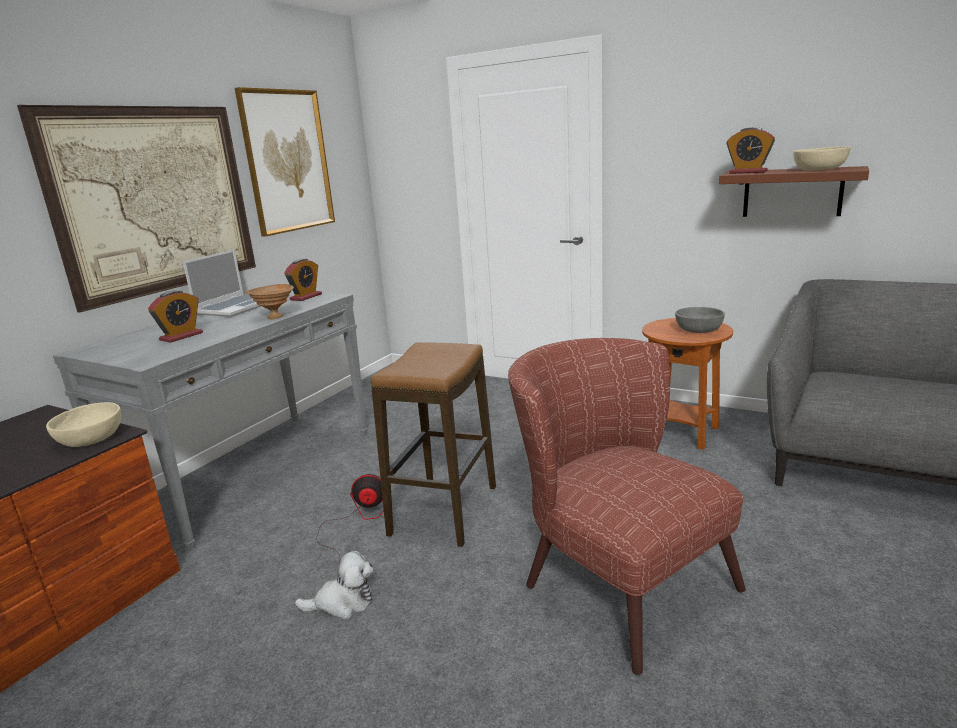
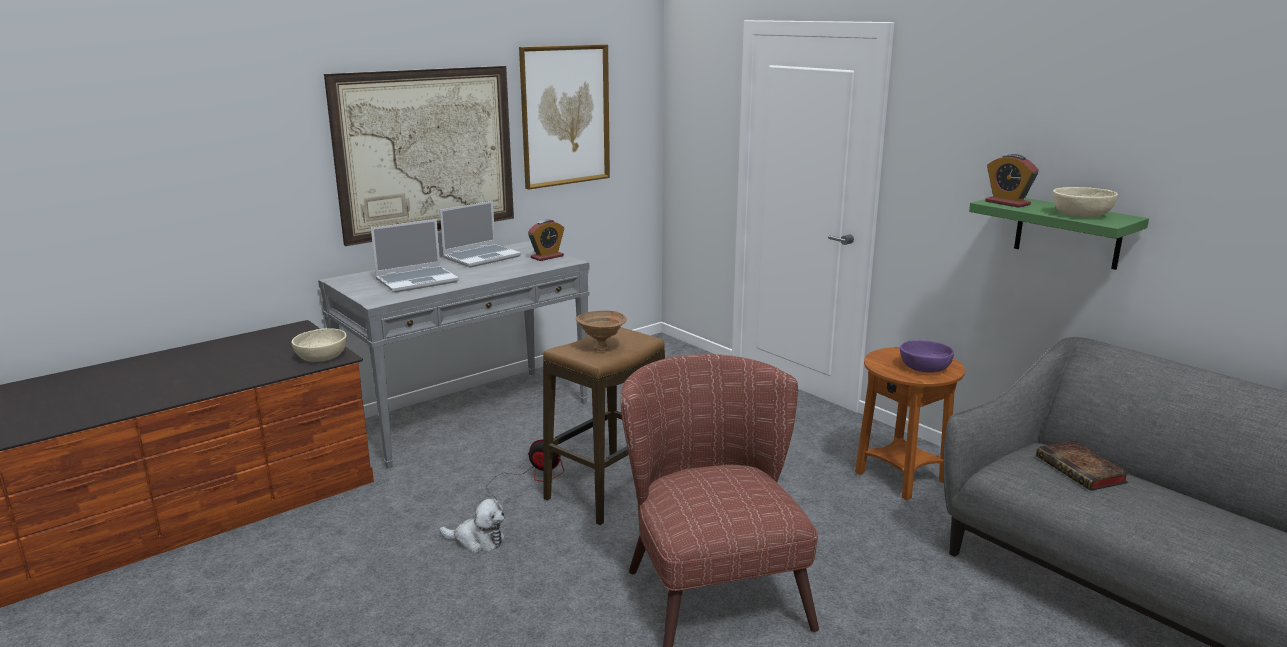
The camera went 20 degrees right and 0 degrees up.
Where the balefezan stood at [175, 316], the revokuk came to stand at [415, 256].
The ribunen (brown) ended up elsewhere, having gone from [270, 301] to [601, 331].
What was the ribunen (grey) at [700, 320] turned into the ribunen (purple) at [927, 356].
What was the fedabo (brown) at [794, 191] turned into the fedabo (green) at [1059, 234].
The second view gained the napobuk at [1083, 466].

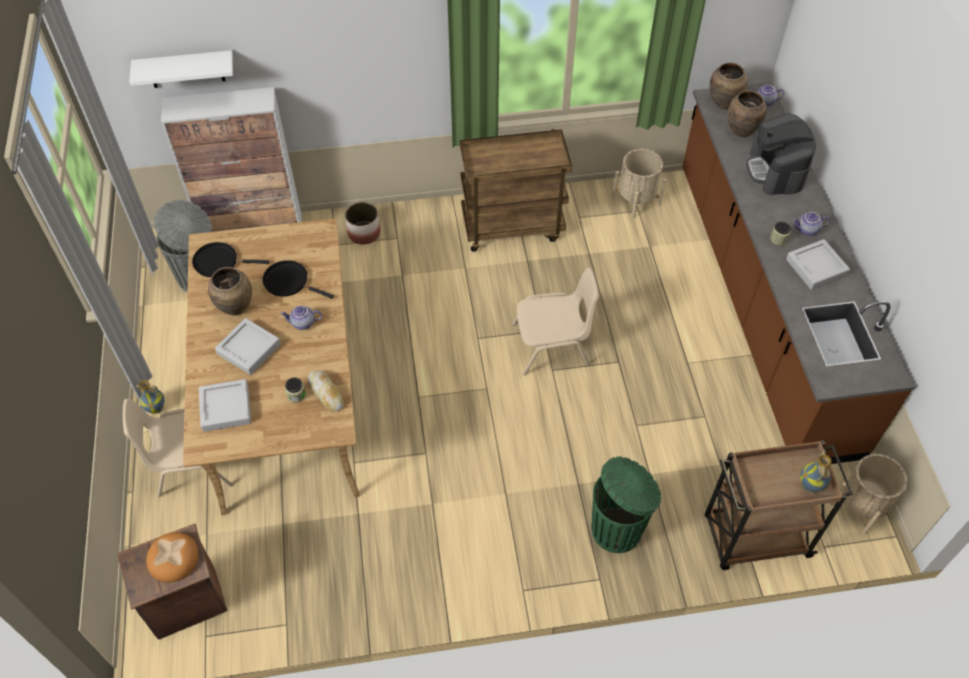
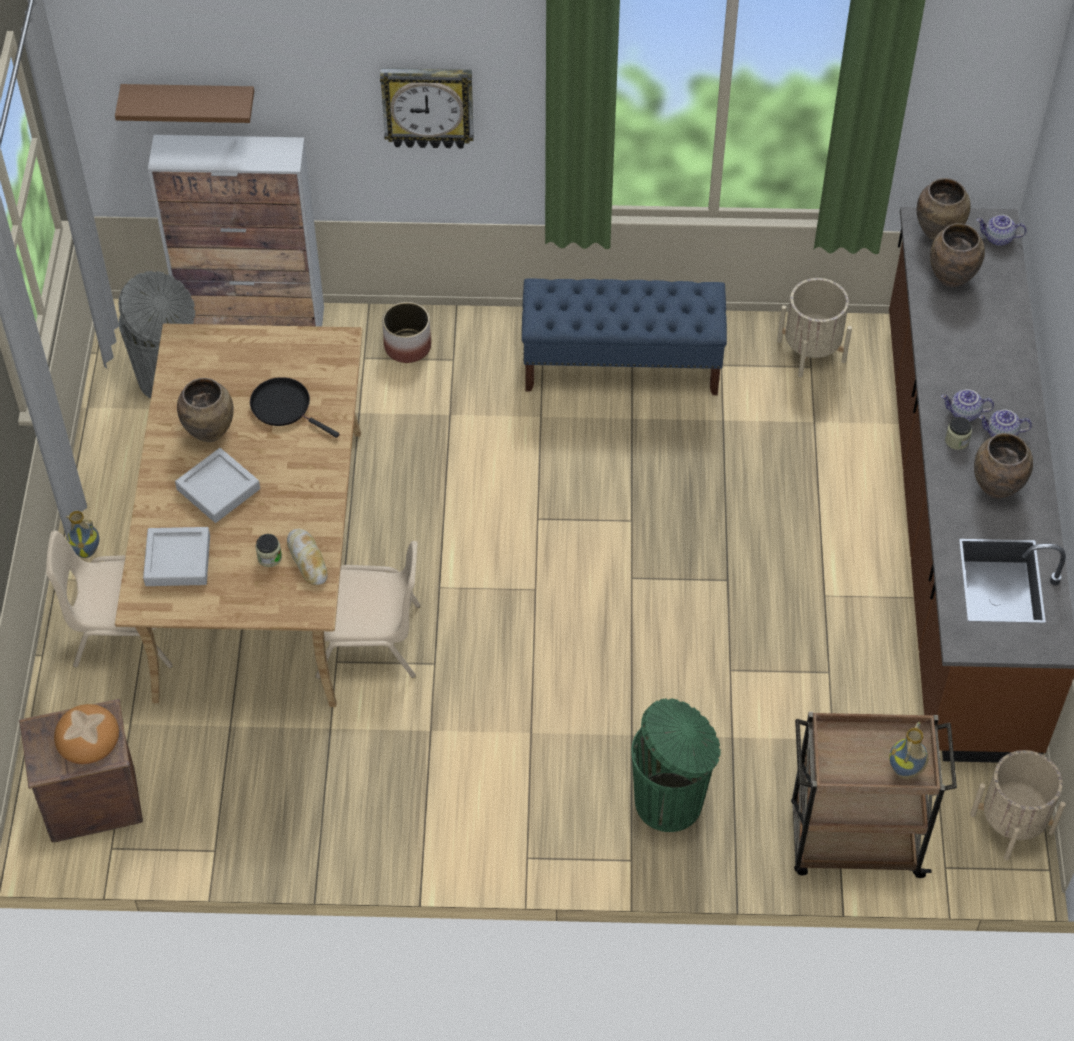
The camera went 10 degrees right and 0 degrees up.
What was the fedabo (white) at [181, 69] turned into the fedabo (brown) at [184, 103].
The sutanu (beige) ended up elsewhere, having gone from [556, 321] to [368, 610].
The second view gained the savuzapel at [427, 108].
Where the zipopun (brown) stood at [516, 190], the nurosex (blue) came to stand at [624, 336].
The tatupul ended up elsewhere, having gone from [301, 317] to [967, 405].
Where the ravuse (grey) stood at [818, 264], the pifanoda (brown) came to stand at [1003, 465].
The second view lost the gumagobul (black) at [230, 259].
The second view lost the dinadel at [781, 154].

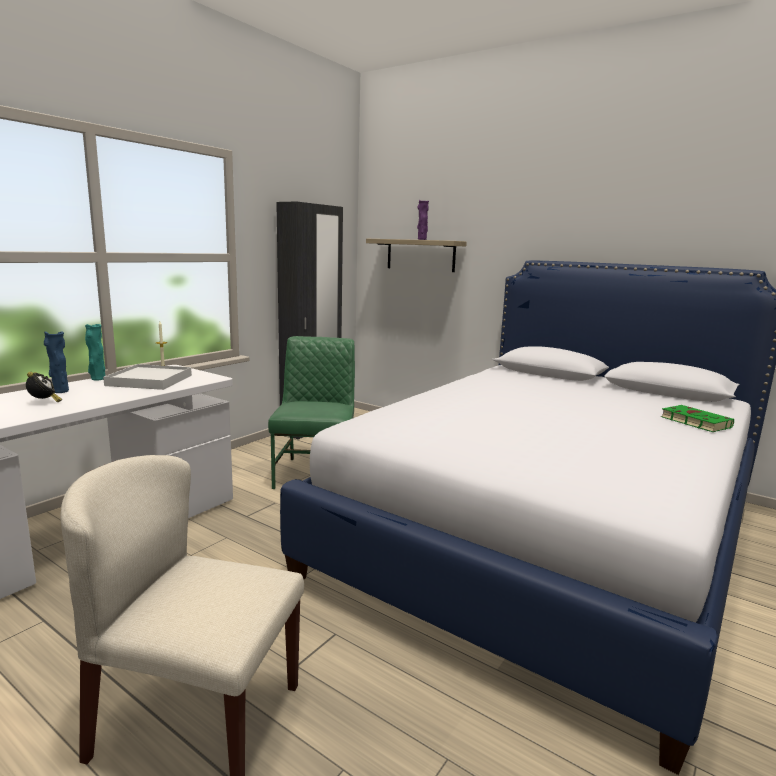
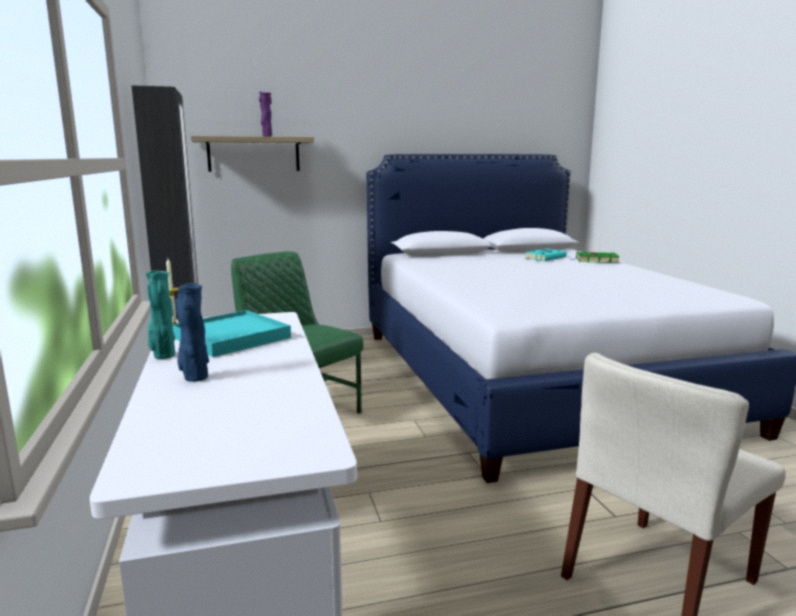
The camera went 50 degrees left and 0 degrees up.
What was the ravuse (white) at [147, 377] turned into the ravuse (turquoise) at [232, 333].
The second view gained the napobuk (turquoise) at [546, 254].
The second view lost the balefezan at [44, 387].

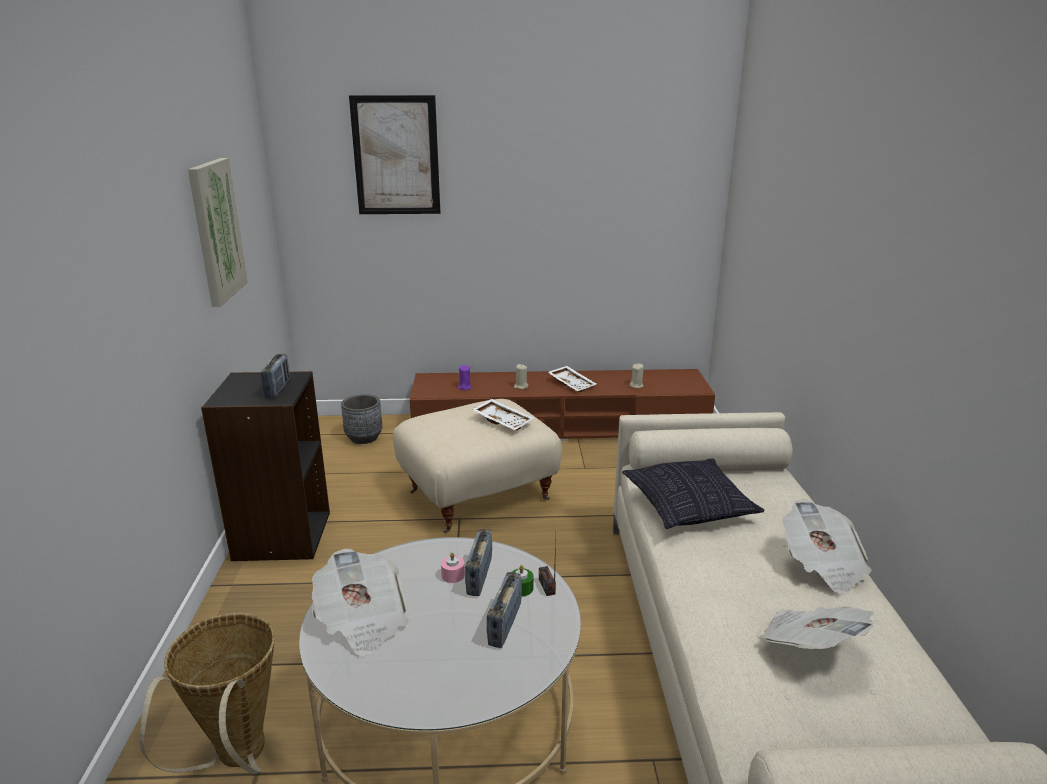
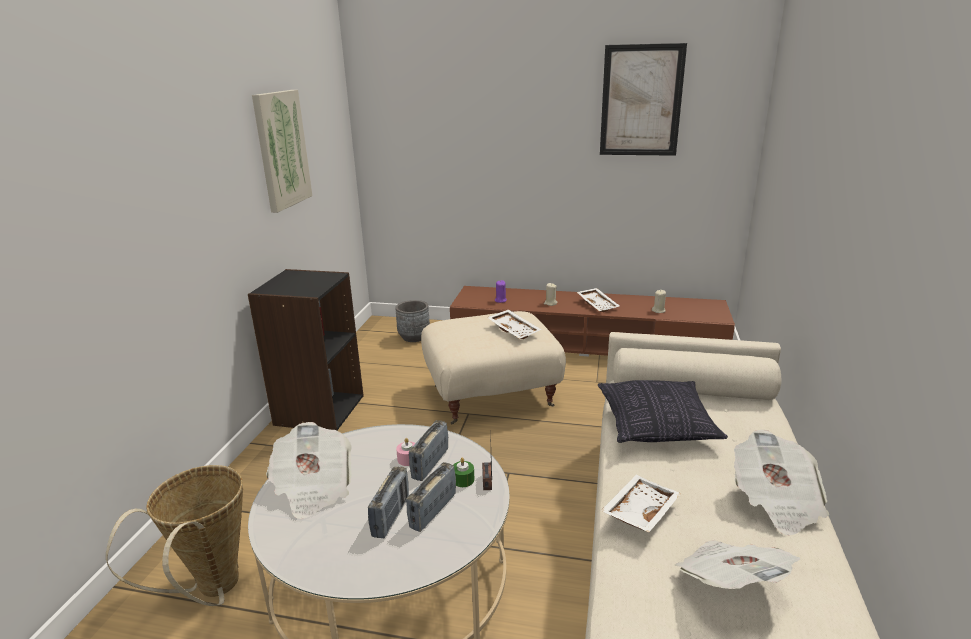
The camera went 15 degrees right and 0 degrees up.
The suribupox ended up elsewhere, having gone from [275, 376] to [388, 502].
The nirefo ended up elsewhere, having gone from [394, 154] to [643, 99].
The second view gained the ravuse (white) at [641, 503].

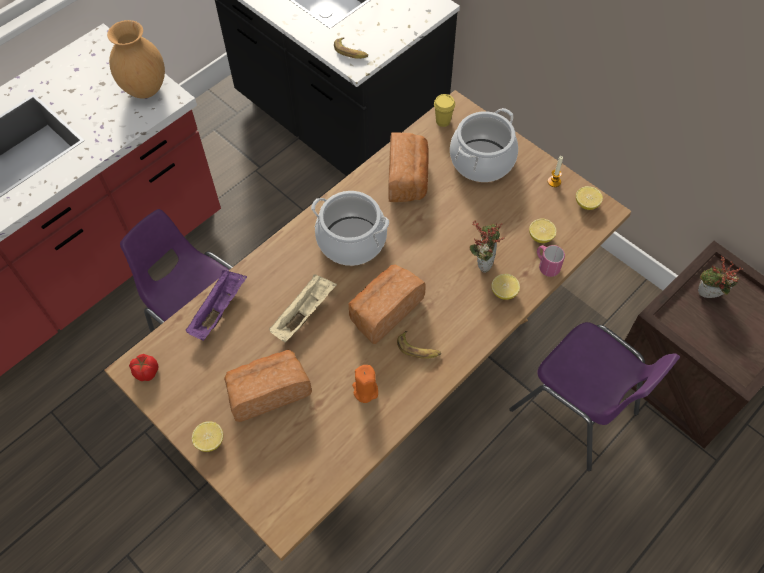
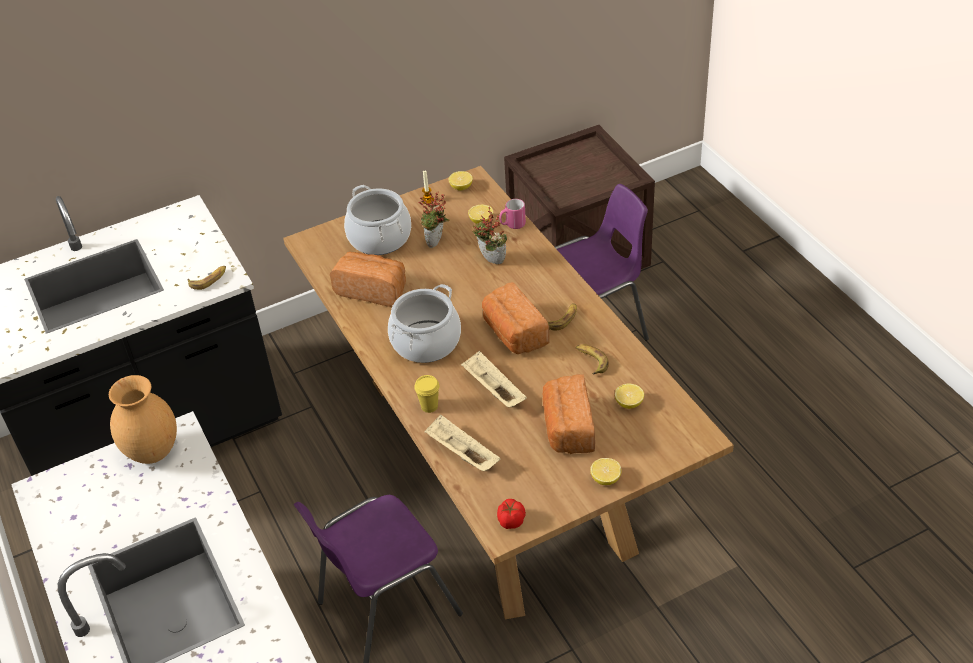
The camera went 70 degrees left and 15 degrees down.
The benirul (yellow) ended up elsewhere, having gone from [444, 110] to [426, 394].
The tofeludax ended up elsewhere, having gone from [720, 277] to [434, 219].
What was the ravuse (purple) at [216, 305] turned into the ravuse (beige) at [462, 442].
Where the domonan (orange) stood at [365, 384], the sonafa came to stand at [592, 359].
The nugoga ended up elsewhere, having gone from [505, 287] to [629, 396].

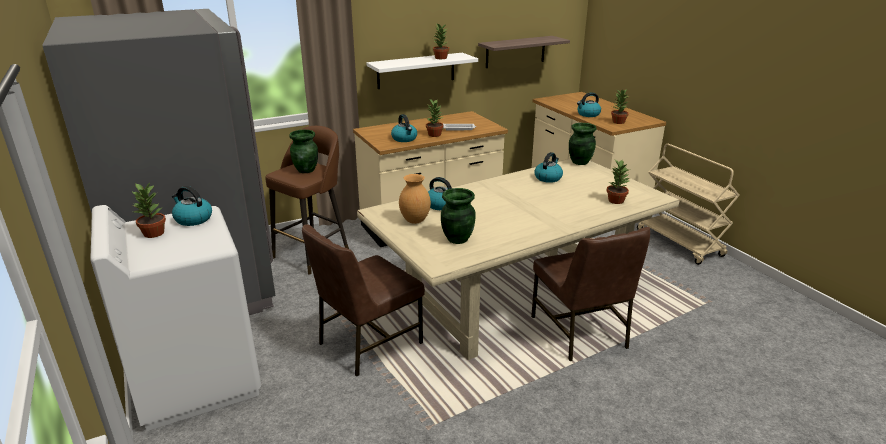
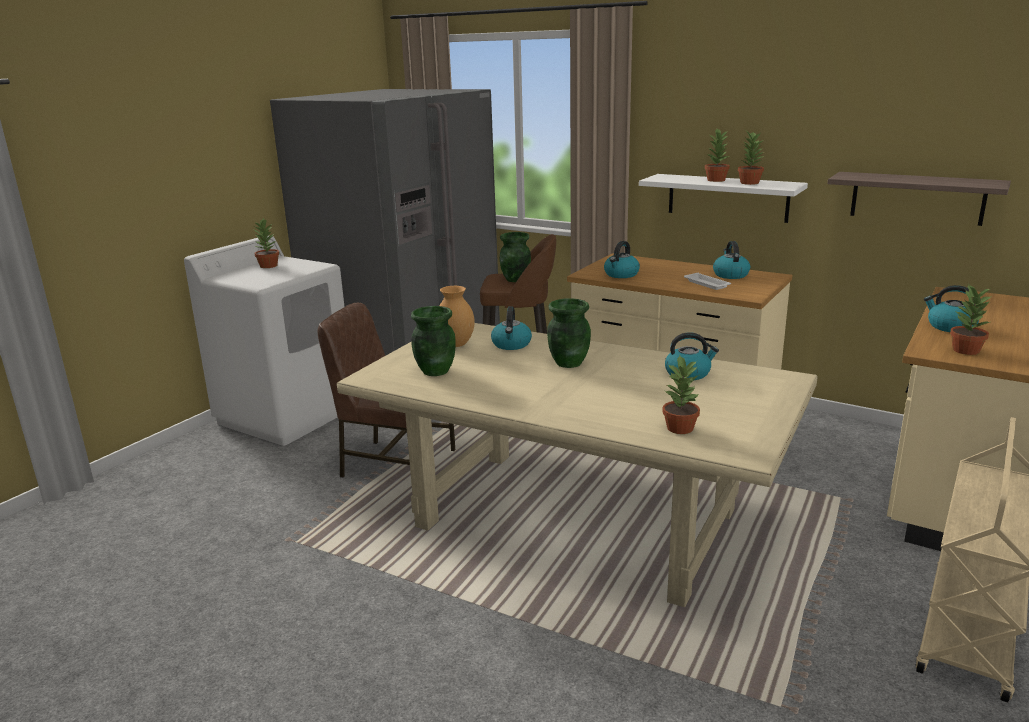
The camera went 60 degrees right and 5 degrees down.
The pifanoda (green) ended up elsewhere, having gone from [583, 144] to [569, 333].
The tofeludax ended up elsewhere, having gone from [434, 118] to [717, 155].
The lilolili ended up elsewhere, having gone from [192, 206] to [731, 260].
The second view lost the sutanu (brown) at [590, 294].

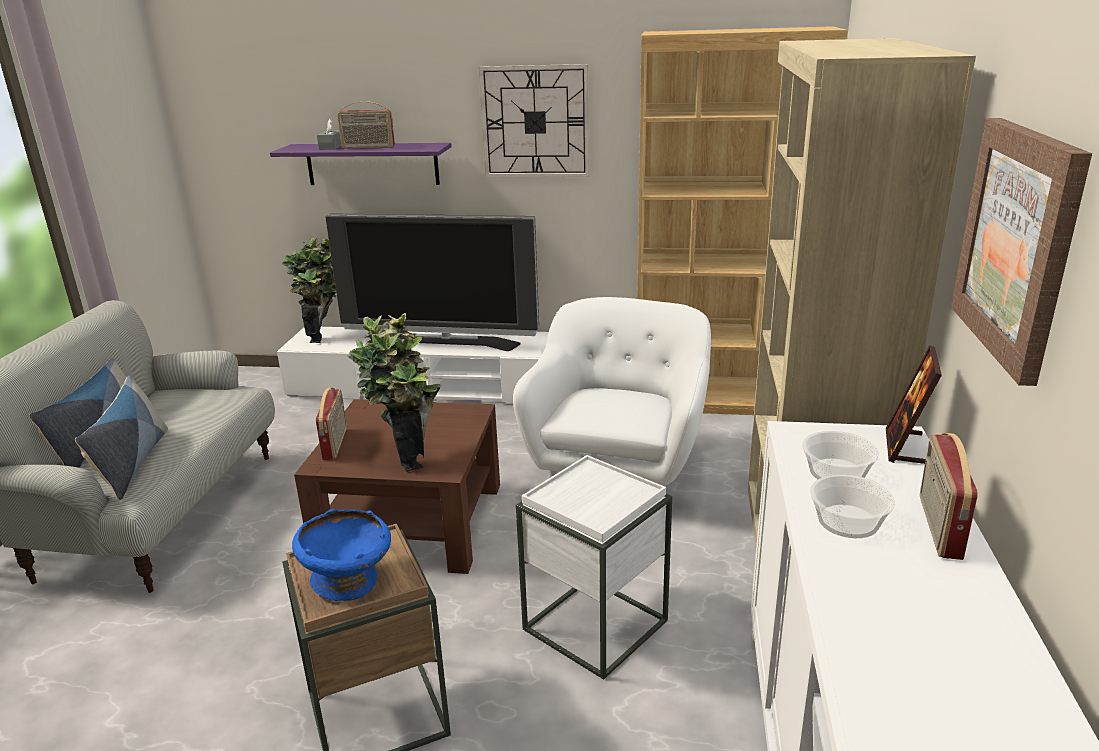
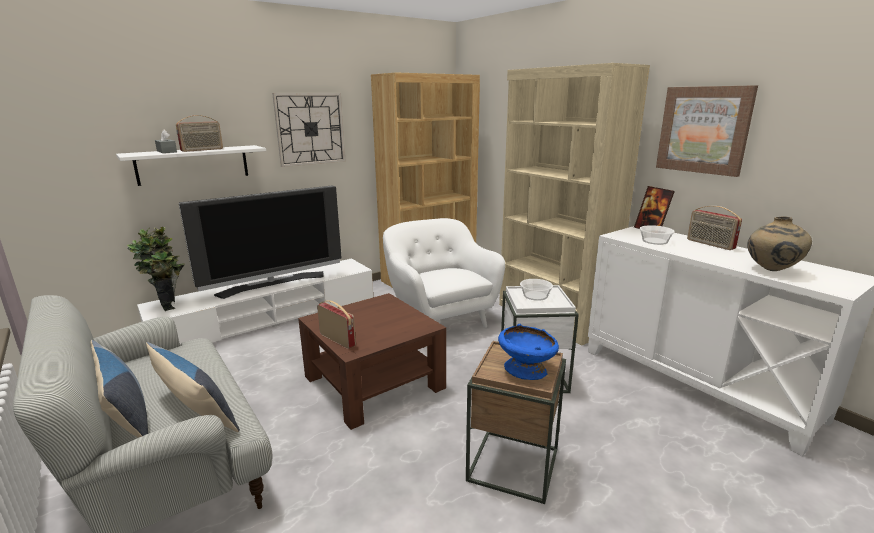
The camera went 45 degrees left and 5 degrees down.
What was the fedabo (purple) at [361, 164] turned into the fedabo (white) at [191, 165].
The ribunen ended up elsewhere, having gone from [852, 506] to [536, 290].
The second view gained the pifanoda (beige) at [779, 243].
The second view lost the tofeludax at [394, 392].

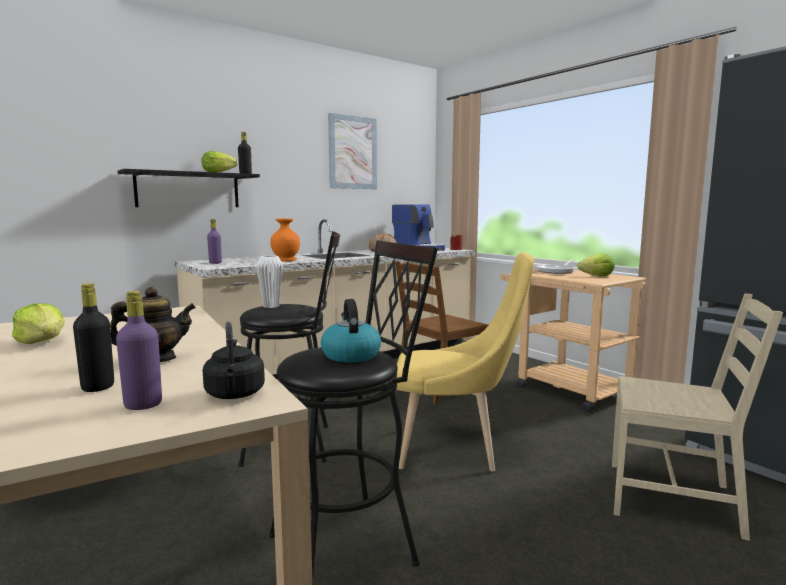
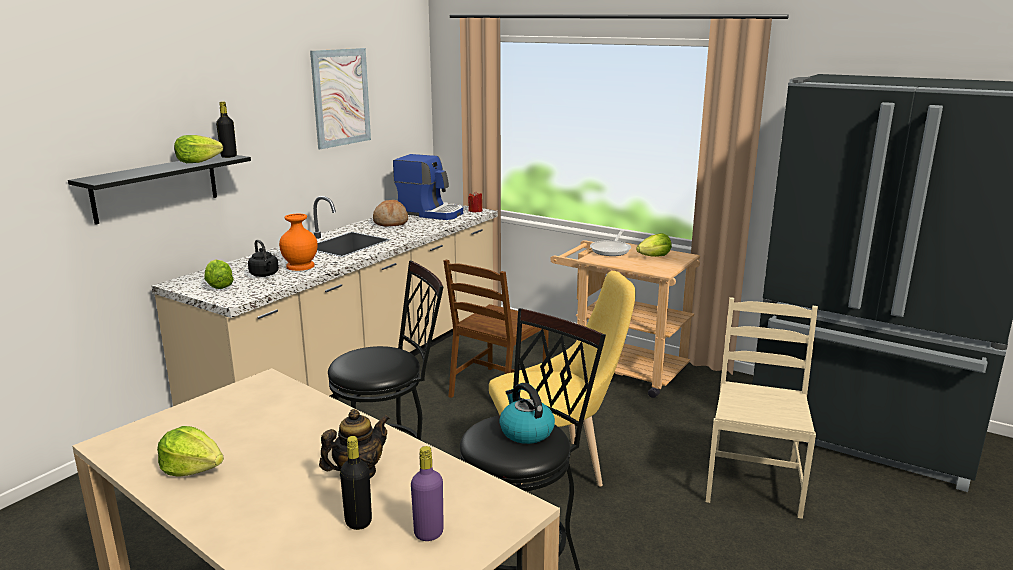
The camera went 20 degrees left and 10 degrees up.
Where the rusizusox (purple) stood at [214, 241], the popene came to stand at [219, 274].
The lilolili (black) ended up elsewhere, having gone from [234, 360] to [263, 258].
The sutanu (beige) at [697, 417] ended up facing another way, 75 degrees counterclockwise from before.
The second view lost the pifanoda (white) at [270, 282].

